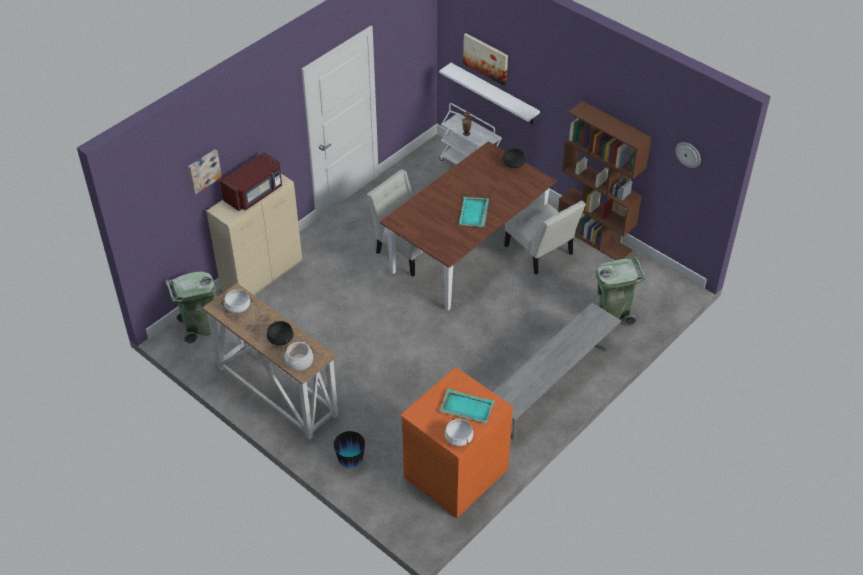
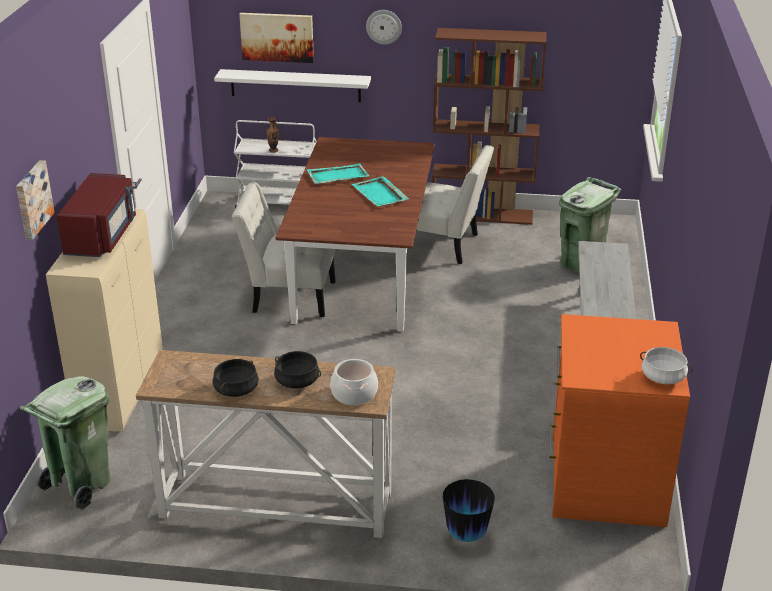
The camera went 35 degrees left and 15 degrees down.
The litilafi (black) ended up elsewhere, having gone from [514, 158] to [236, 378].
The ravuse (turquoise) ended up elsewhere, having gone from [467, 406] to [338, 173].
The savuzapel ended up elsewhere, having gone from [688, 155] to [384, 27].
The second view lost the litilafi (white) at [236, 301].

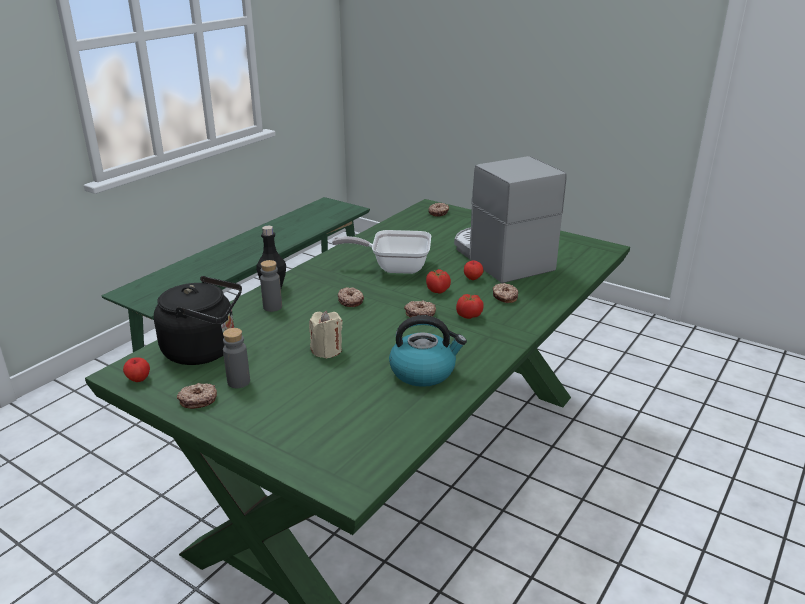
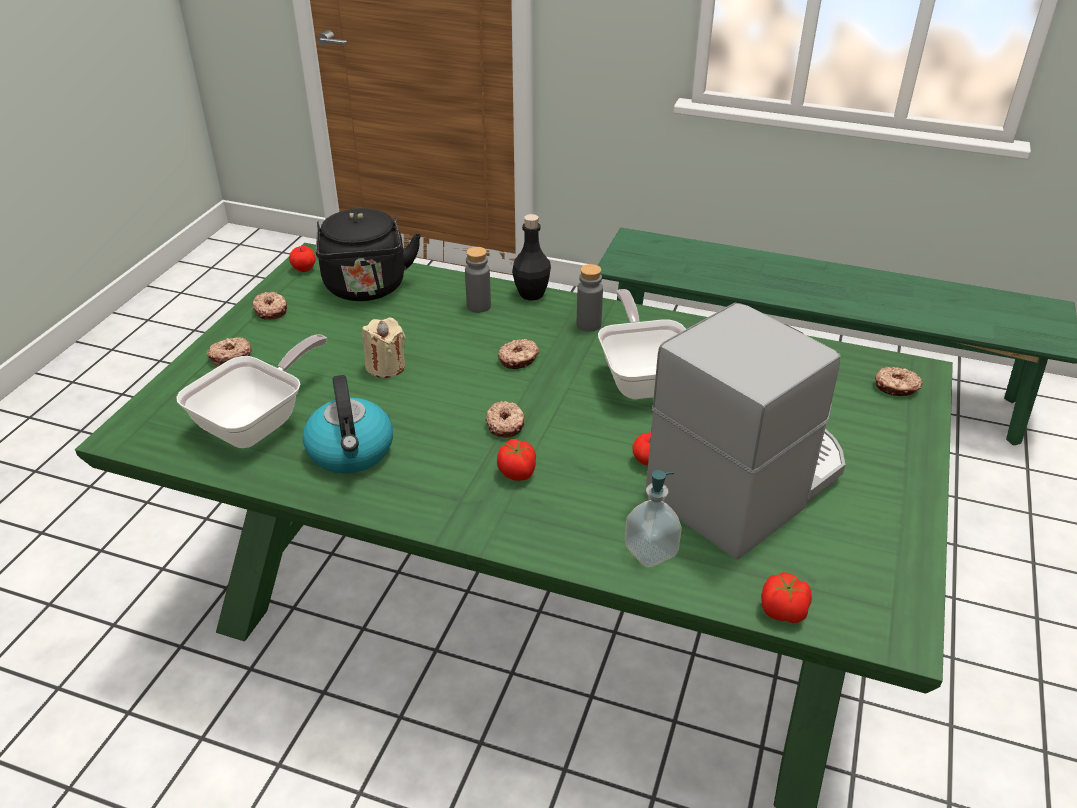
The camera went 75 degrees right and 10 degrees up.
The second view gained the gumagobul at [251, 391].
The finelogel ended up elsewhere, having gone from [505, 293] to [229, 351].
The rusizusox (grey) ended up elsewhere, having gone from [236, 358] to [590, 298].
The second view gained the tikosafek at [653, 518].
The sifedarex ended up elsewhere, having gone from [438, 281] to [786, 597].

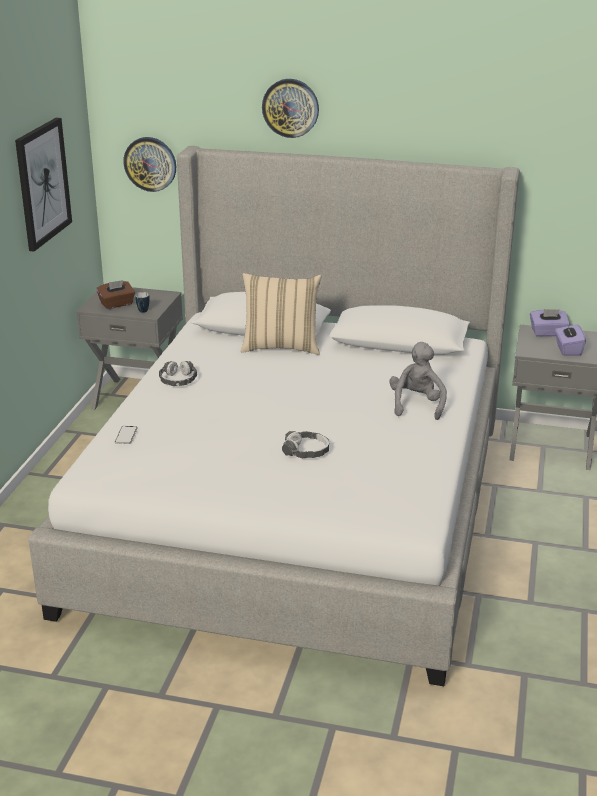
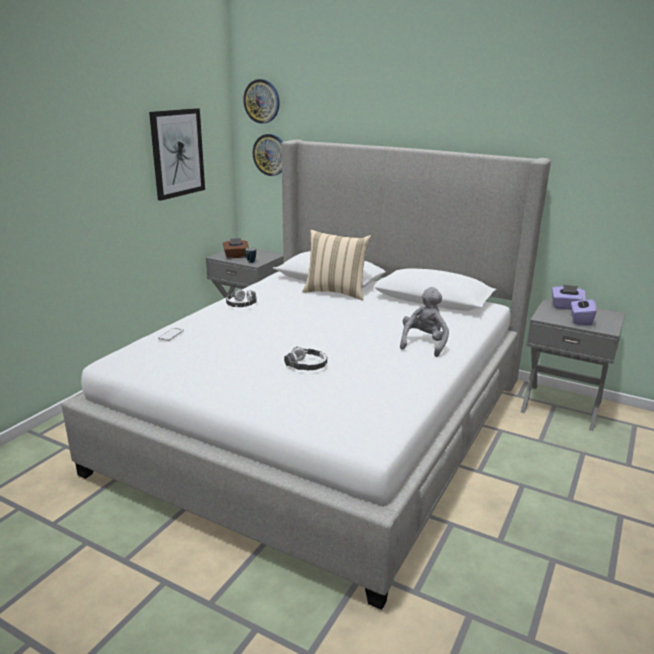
The camera went 15 degrees right and 5 degrees down.
The savuzapel ended up elsewhere, having gone from [290, 108] to [261, 101].

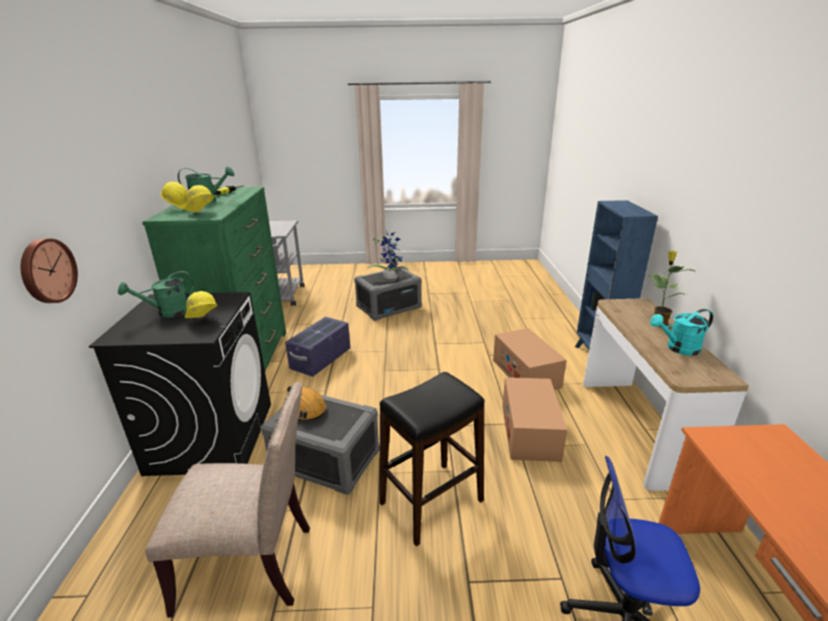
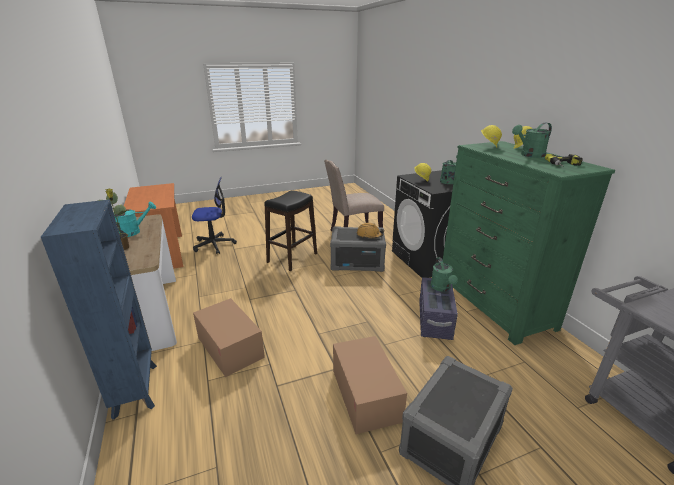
The camera went 160 degrees right and 0 degrees up.
The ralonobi ended up elsewhere, having gone from [534, 419] to [370, 385].
The second view gained the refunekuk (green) at [444, 274].
The second view lost the savuzapel at [49, 270].
The second view lost the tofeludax at [388, 257].

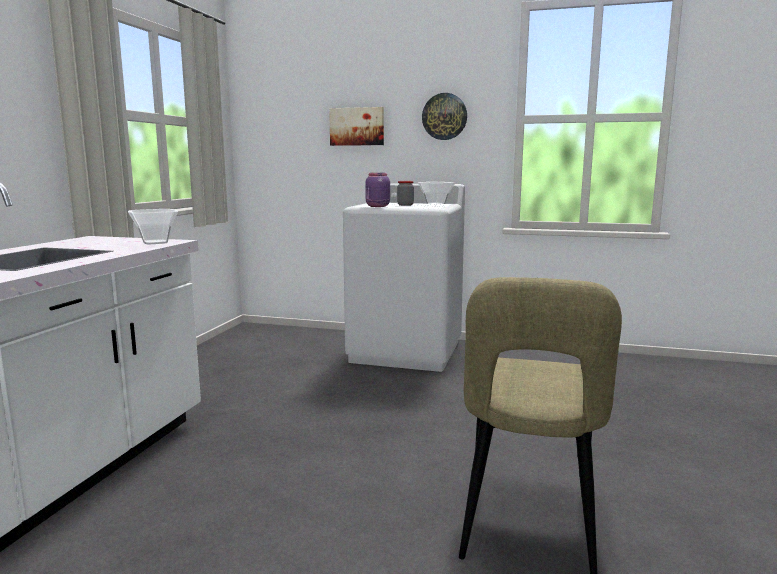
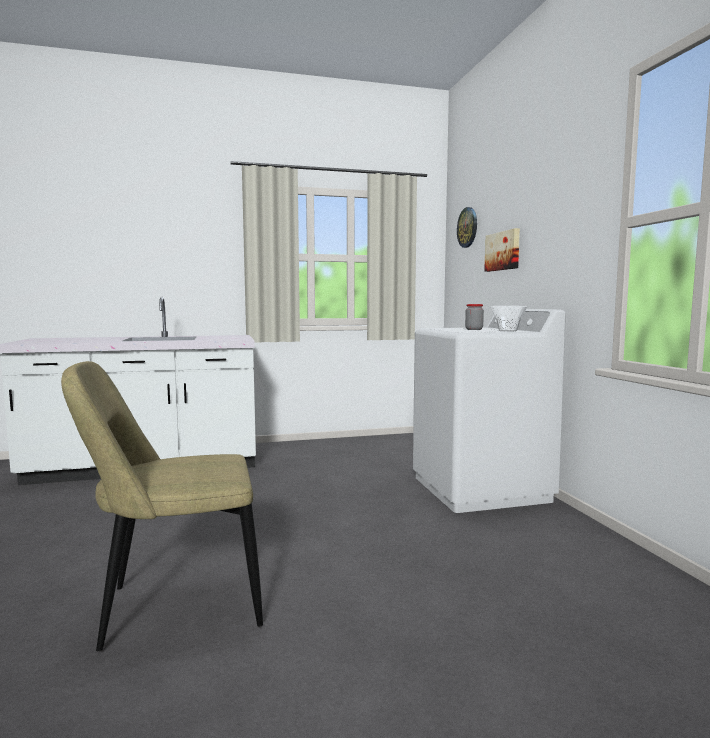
The camera went 60 degrees right and 5 degrees down.
The savuzapel ended up elsewhere, having gone from [444, 116] to [467, 227].
The second view lost the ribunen at [153, 227].
The second view lost the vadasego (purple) at [377, 190].

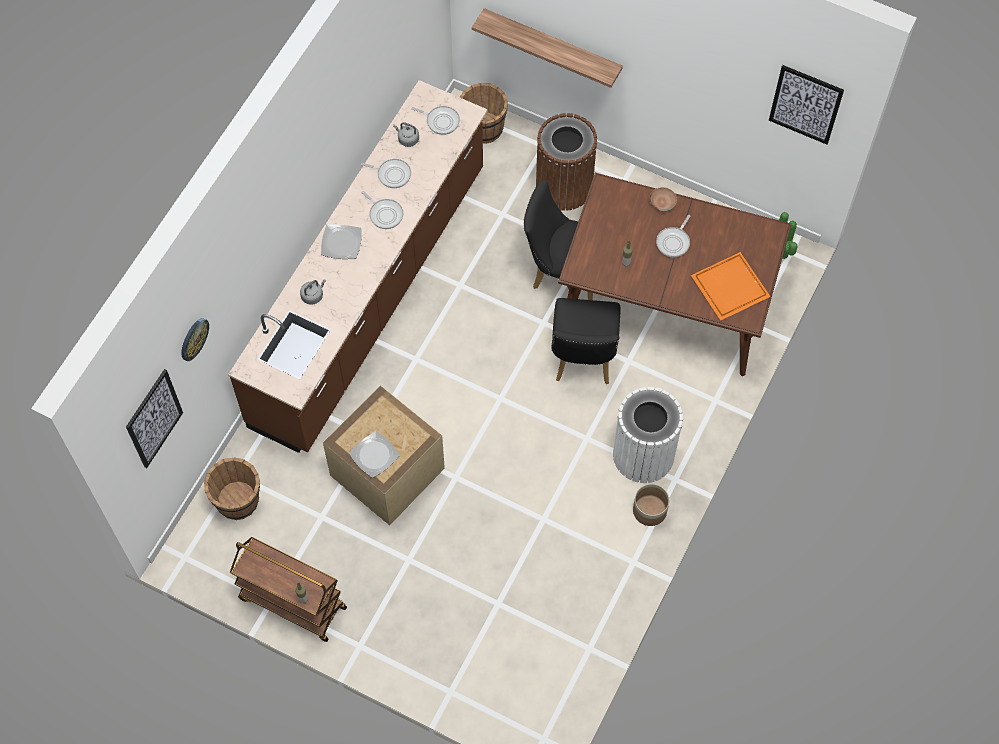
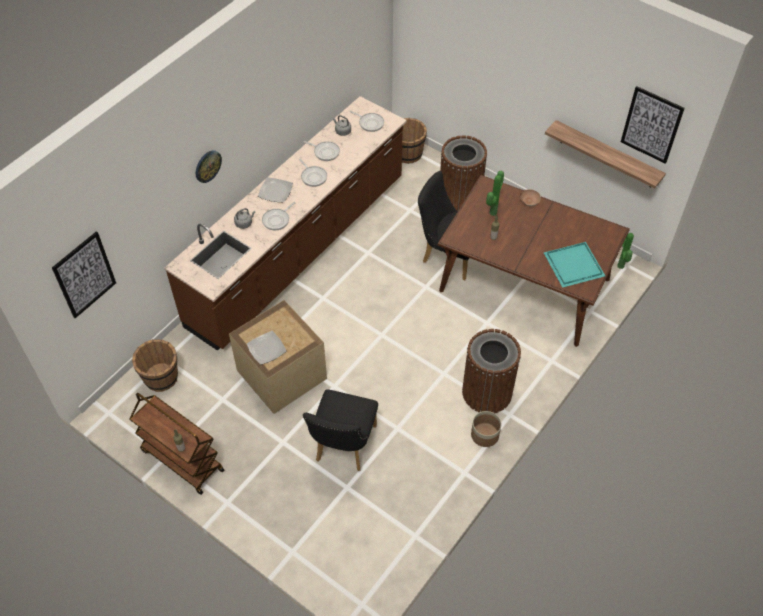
The camera went 10 degrees right and 10 degrees down.
The savuzapel ended up elsewhere, having gone from [195, 339] to [209, 166].
The gumagobul ended up elsewhere, having gone from [673, 236] to [279, 216].
The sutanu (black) ended up elsewhere, having gone from [585, 341] to [340, 430].
What was the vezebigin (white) at [648, 435] turned into the vezebigin (brown) at [491, 371].
The second view gained the tofeludax at [495, 193].
What was the ravuse (orange) at [730, 286] turned into the ravuse (turquoise) at [574, 265].
The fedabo ended up elsewhere, having gone from [547, 48] to [605, 154].

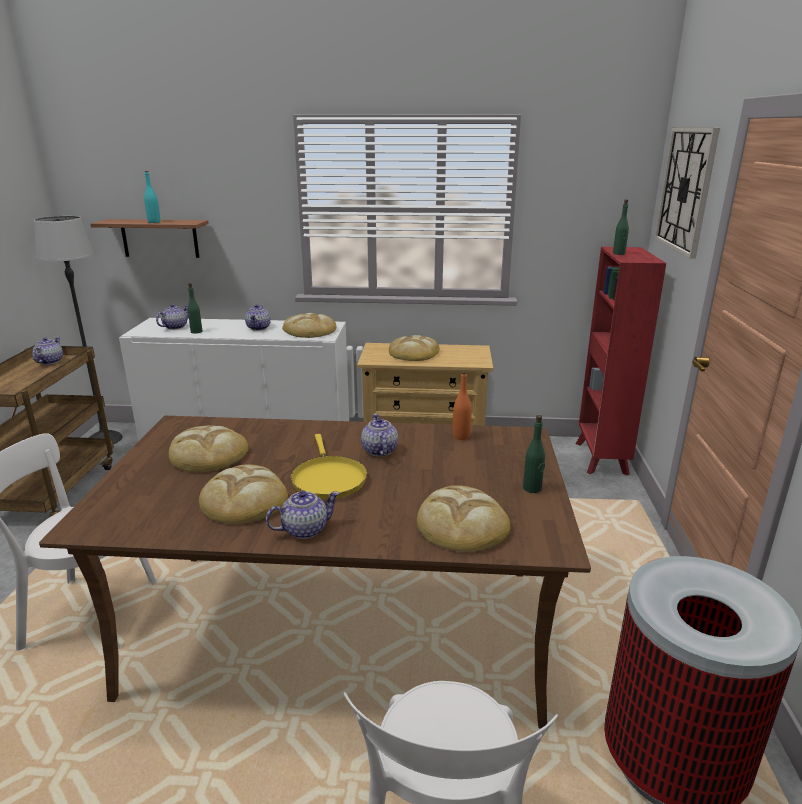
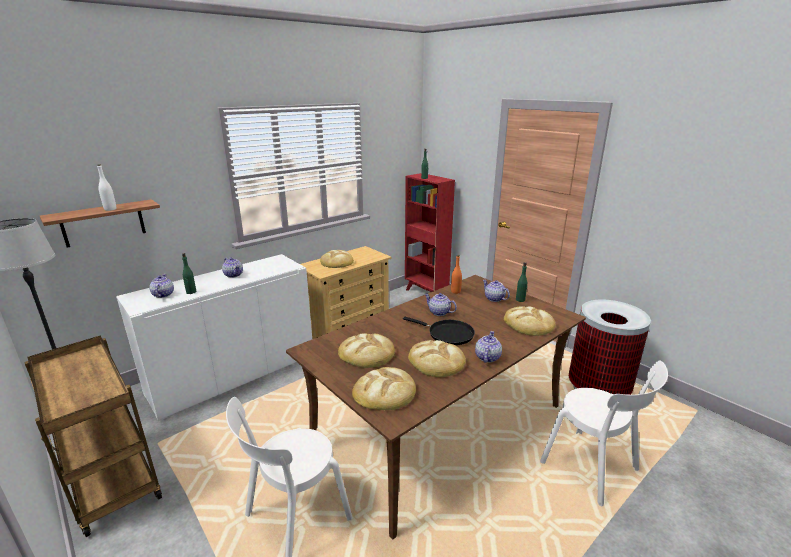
The camera went 45 degrees left and 0 degrees up.
What was the rusizusox (turquoise) at [152, 197] turned into the rusizusox (white) at [107, 187].
The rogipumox ended up elsewhere, having gone from [309, 325] to [384, 388].
What was the gumagobul (yellow) at [329, 466] turned into the gumagobul (black) at [439, 331].
The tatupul ended up elsewhere, having gone from [47, 351] to [496, 291].
The second view lost the savuzapel at [687, 193].

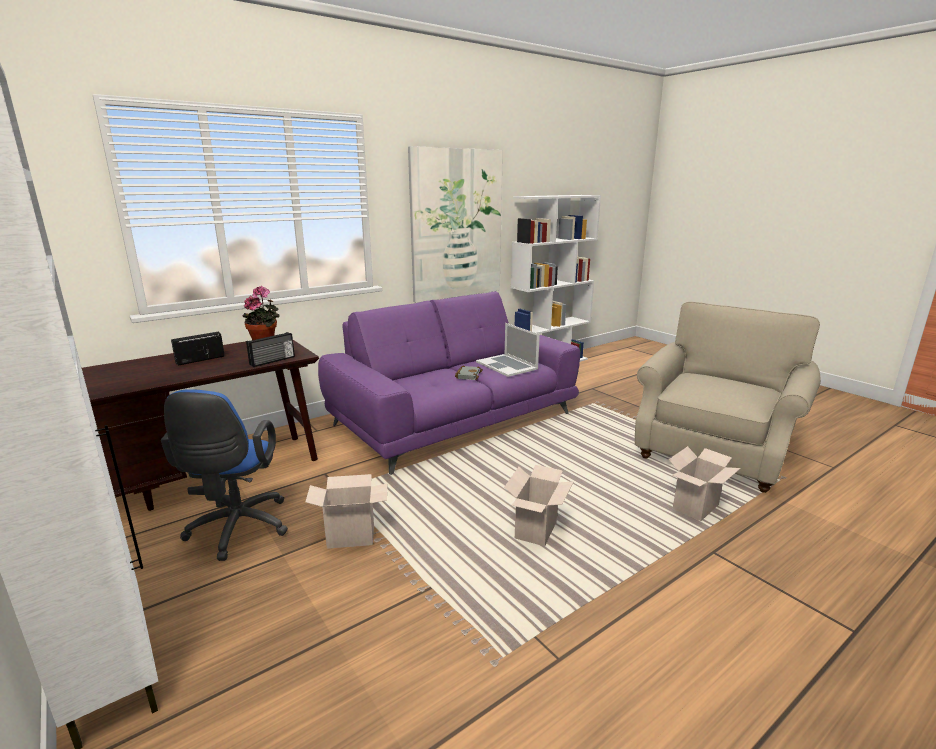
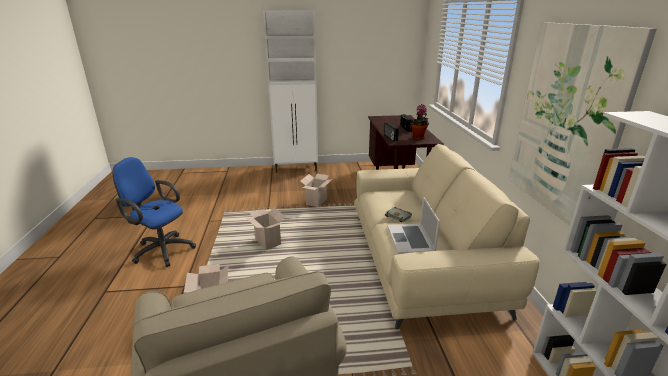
The camera went 120 degrees right and 5 degrees up.
The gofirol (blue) ended up elsewhere, having gone from [224, 475] to [154, 212].
What was the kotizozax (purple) at [449, 383] turned into the kotizozax (beige) at [447, 236].
The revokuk at [508, 350] ended up facing another way, 90 degrees counterclockwise from before.

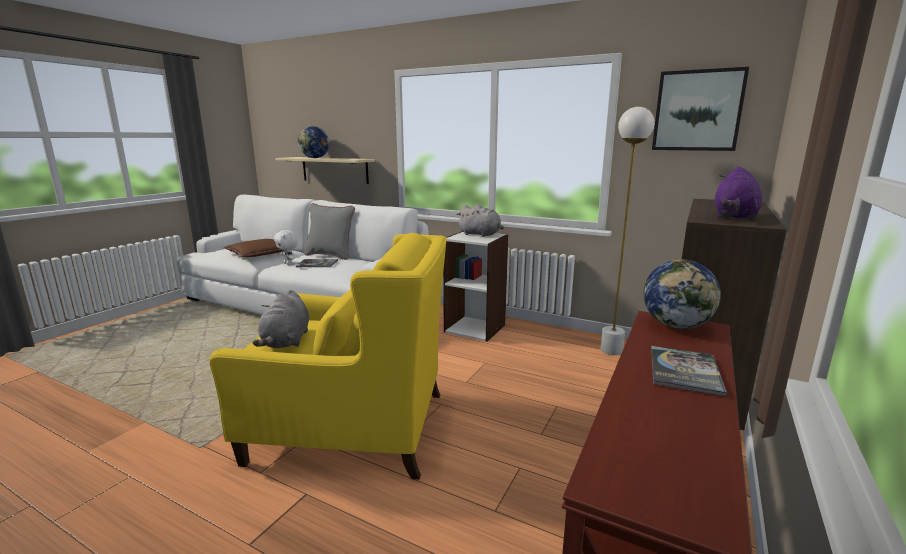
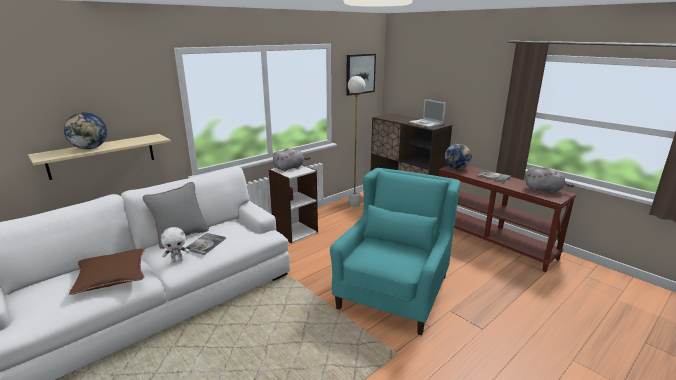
The camera went 70 degrees left and 5 degrees up.
What was the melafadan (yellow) at [328, 356] turned into the melafadan (turquoise) at [395, 251].
Where the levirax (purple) stood at [738, 193], the revokuk came to stand at [427, 113].
The levirax (grey) ended up elsewhere, having gone from [281, 319] to [549, 180].

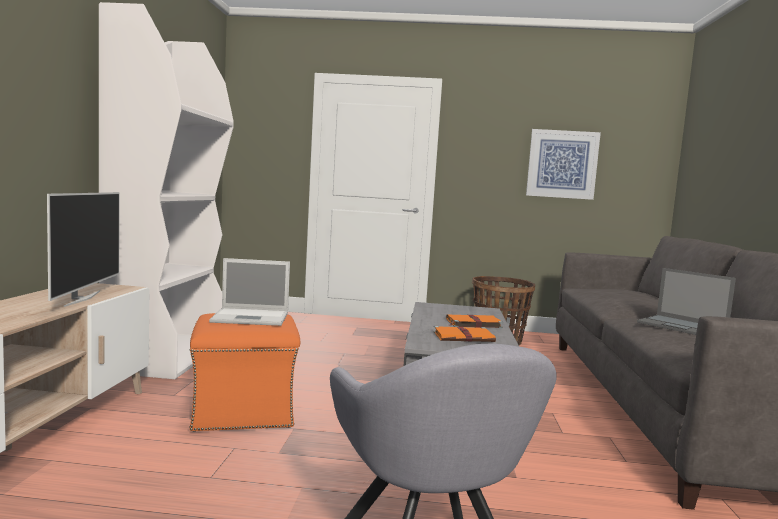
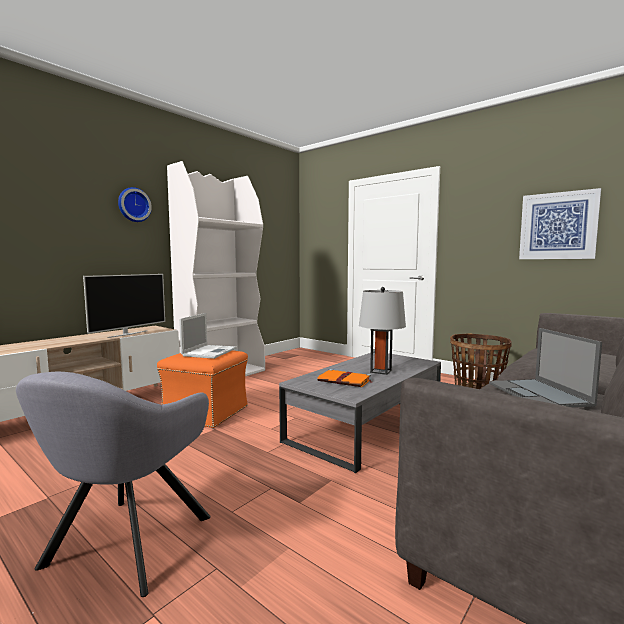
The camera went 35 degrees right and 0 degrees up.
The second view gained the savuzapel at [135, 204].
The revokuk at [249, 292] ended up facing another way, 105 degrees counterclockwise from before.
Where the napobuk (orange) stood at [474, 321], the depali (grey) came to stand at [382, 331].

